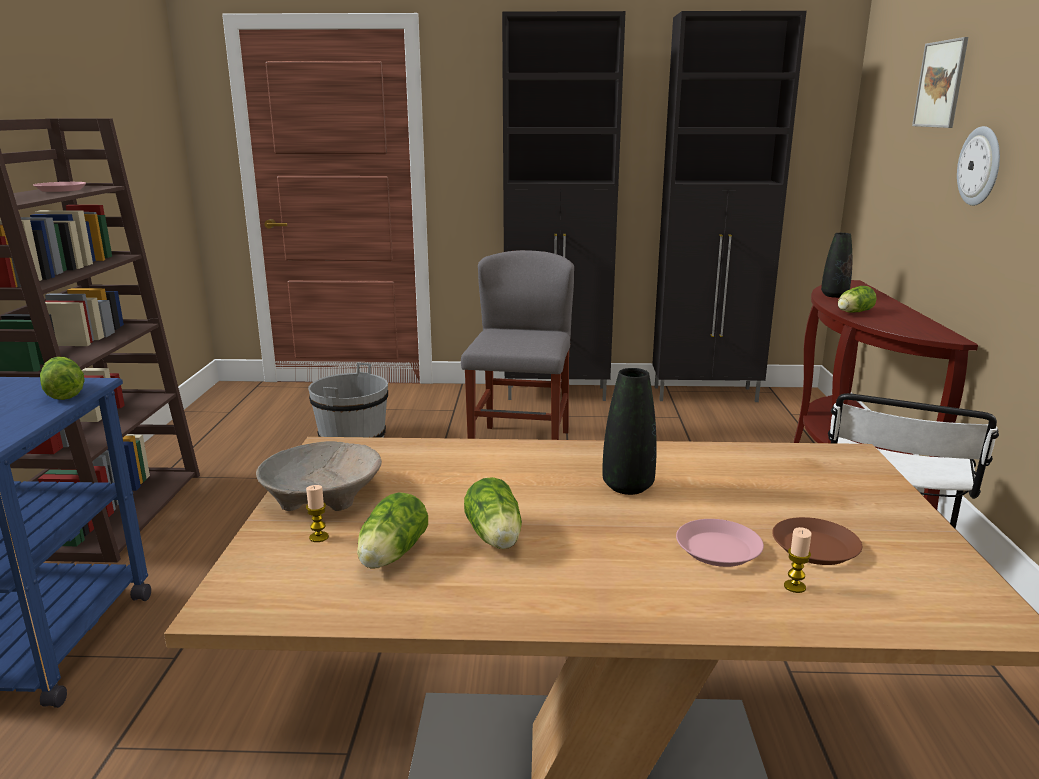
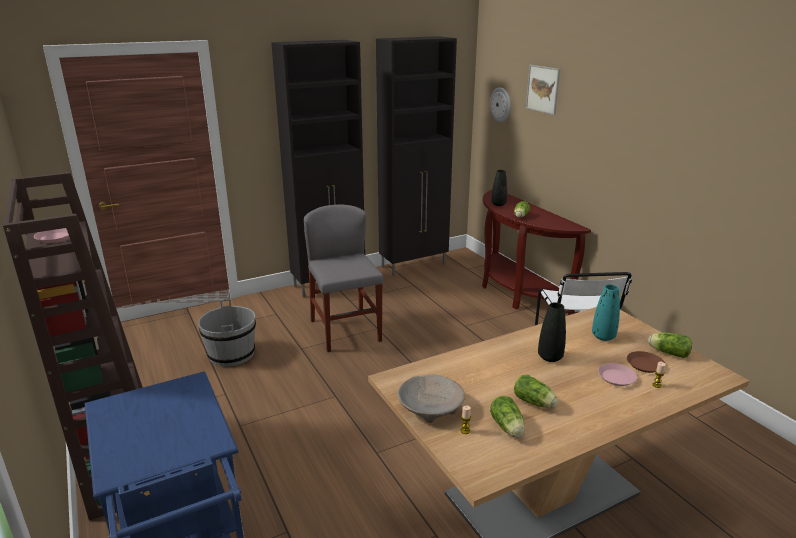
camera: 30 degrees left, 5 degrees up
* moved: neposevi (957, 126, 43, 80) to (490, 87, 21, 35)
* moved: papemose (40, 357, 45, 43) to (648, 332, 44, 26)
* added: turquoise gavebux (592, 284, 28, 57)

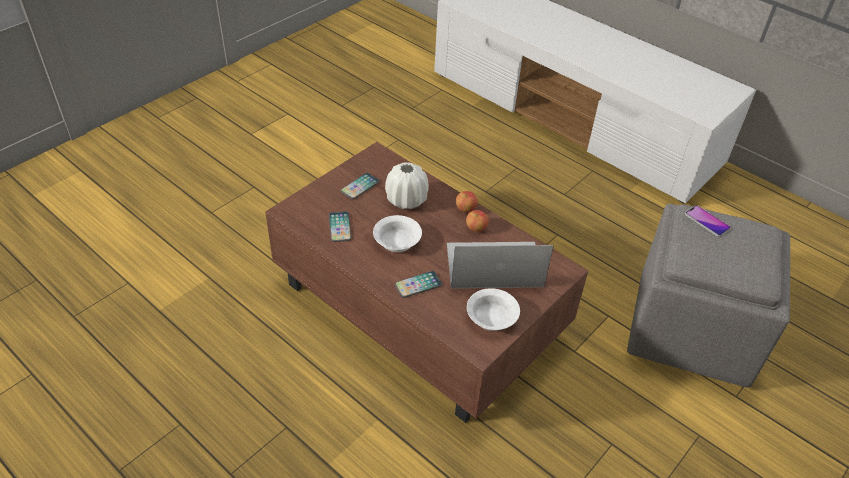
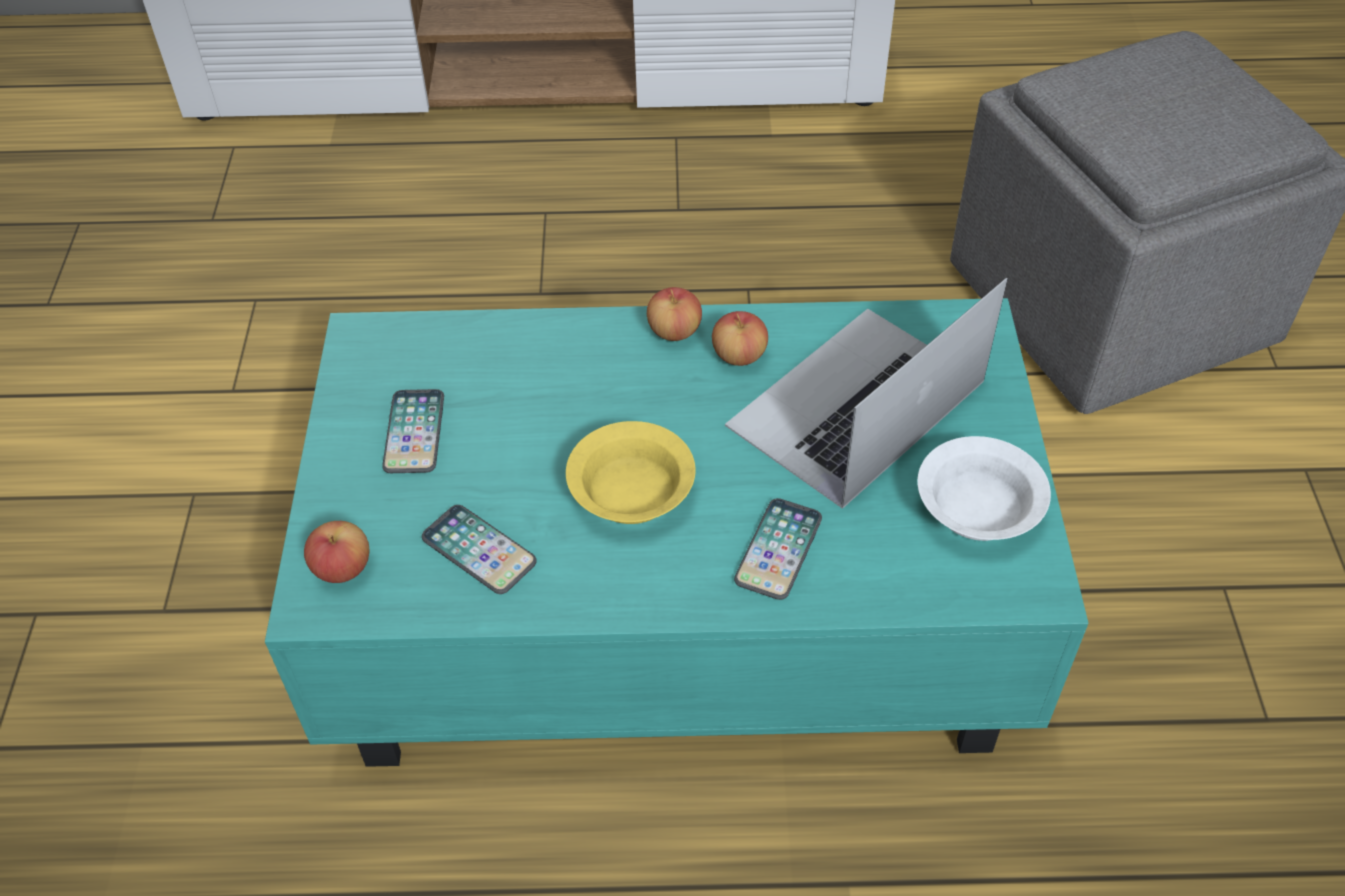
camera: 40 degrees left, 5 degrees up
* recoloured: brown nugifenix (265, 142, 324, 281) to turquoise nugifenix (265, 298, 824, 469)
* removed: white gavebux (385, 163, 44, 46)
* removed: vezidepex (685, 205, 46, 32)
* recoloured: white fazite (373, 215, 49, 37) to yellow fazite (566, 421, 129, 103)
* added: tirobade (304, 521, 65, 62)

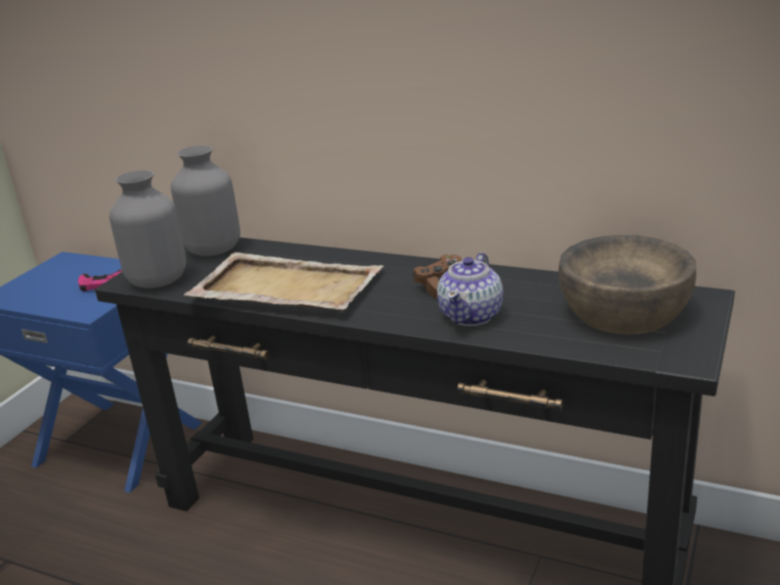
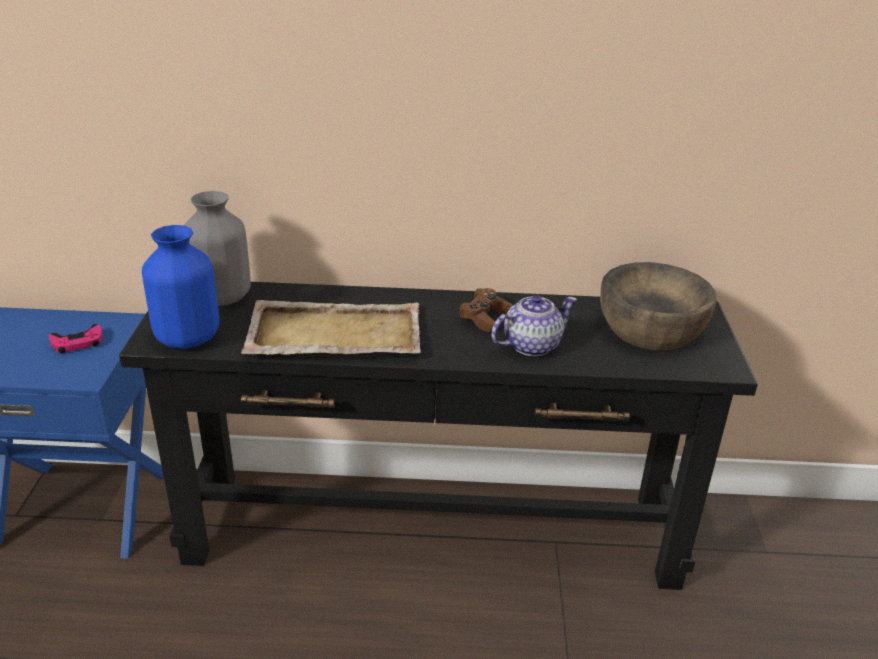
camera: 25 degrees left, 5 degrees up
* recoloured: grey gavebux (109, 170, 77, 118) to blue gavebux (142, 225, 78, 124)
* turned: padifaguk (437, 252, 66, 74) = (491, 295, 86, 61) 120 degrees counterclockwise

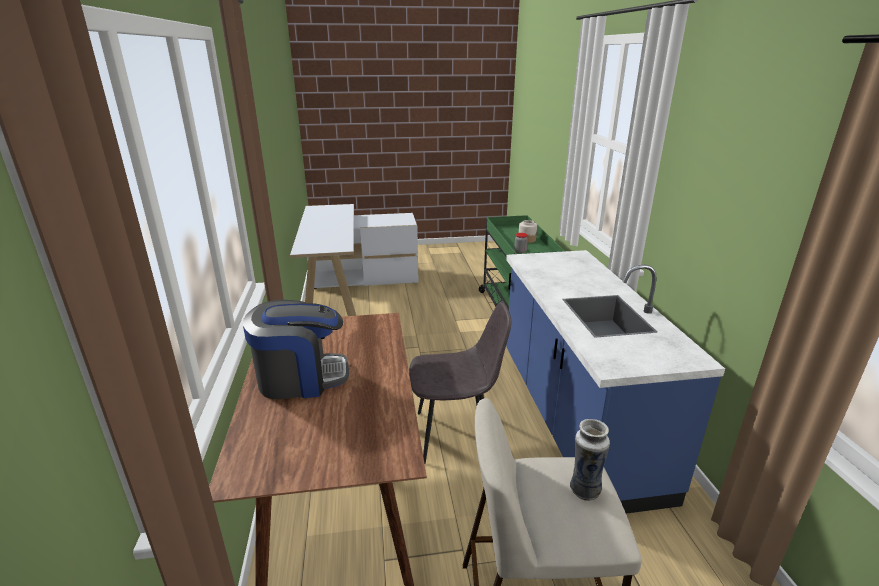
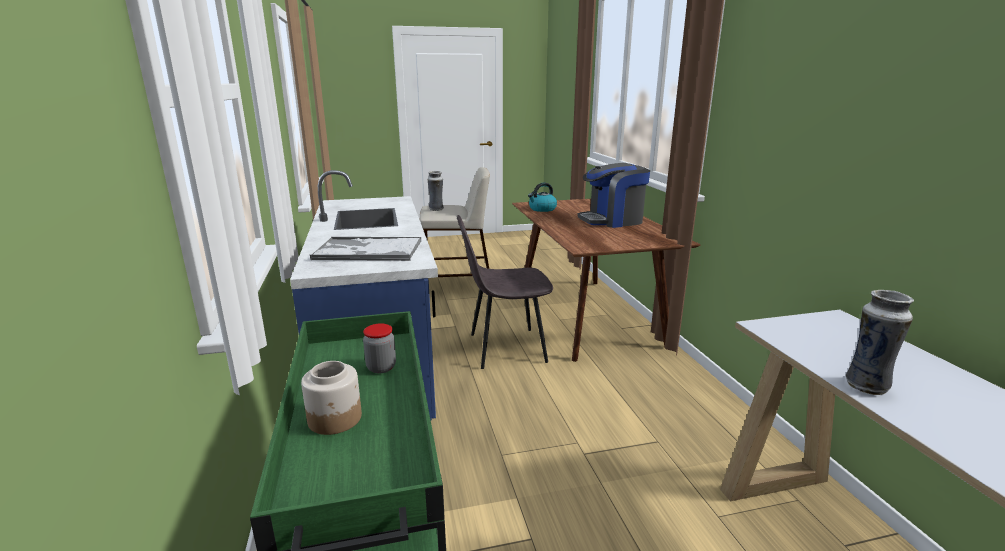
camera: 175 degrees right, 5 degrees down
* added: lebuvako (528, 183, 29, 29)
* added: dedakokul (310, 237, 111, 24)
* added: gavebux (846, 290, 68, 105)

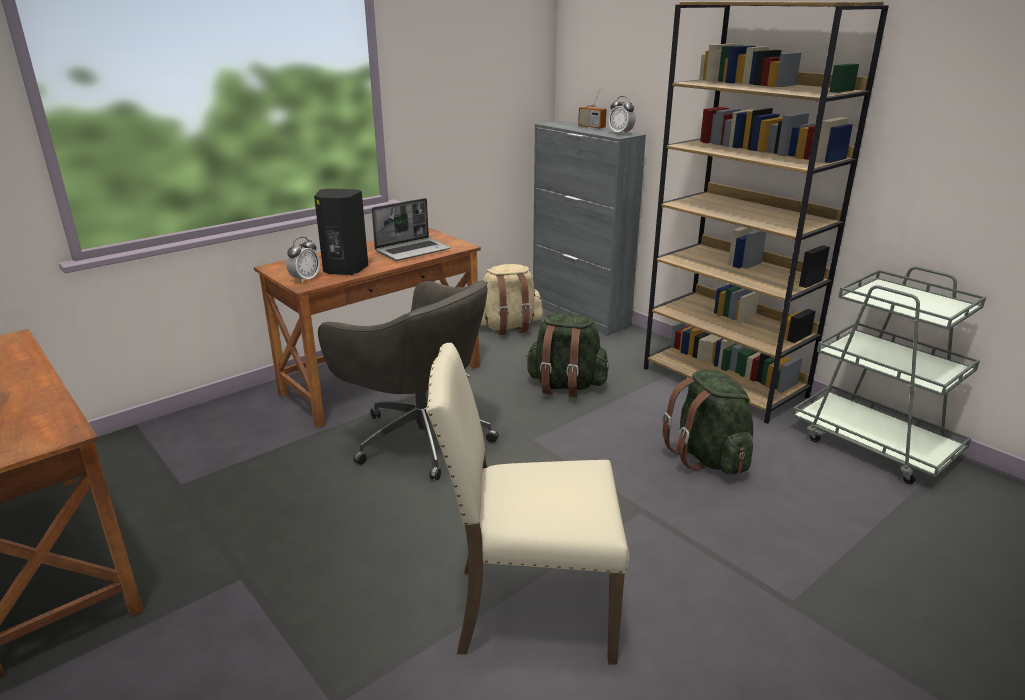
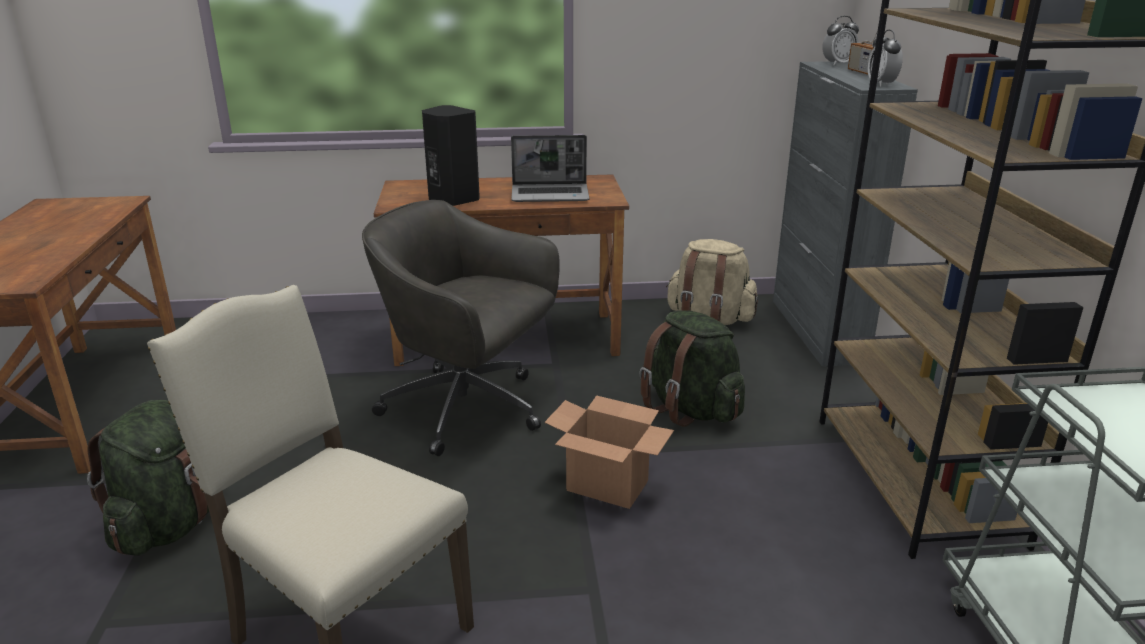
camera: 35 degrees right, 0 degrees up
* moved: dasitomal (286, 237, 34, 47) to (822, 16, 37, 50)
* turned: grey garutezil (318, 280, 181, 200) = (362, 200, 198, 256) 135 degrees clockwise
* moved: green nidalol (662, 369, 91, 106) to (87, 400, 122, 156)
* added: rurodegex (544, 395, 130, 114)

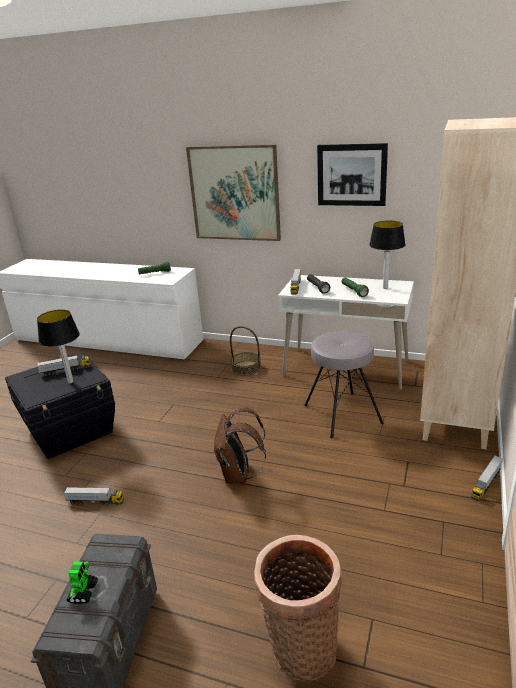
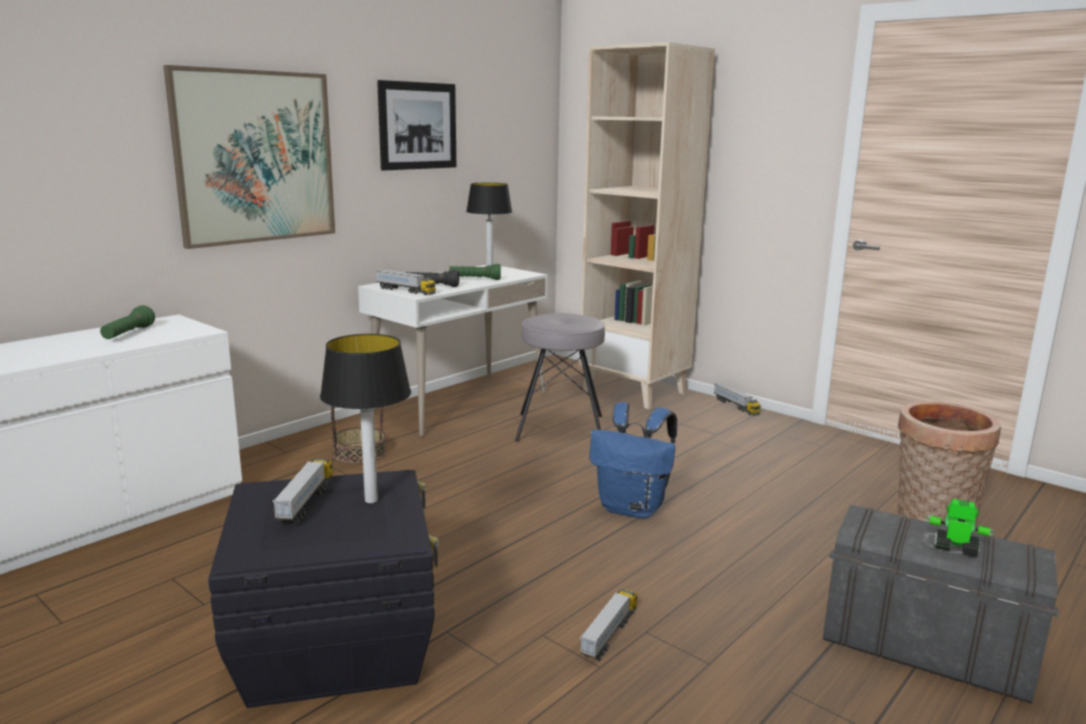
camera: 70 degrees left, 10 degrees down
* recoloured: brown nidalol (214, 407, 52, 77) to blue nidalol (589, 402, 88, 116)

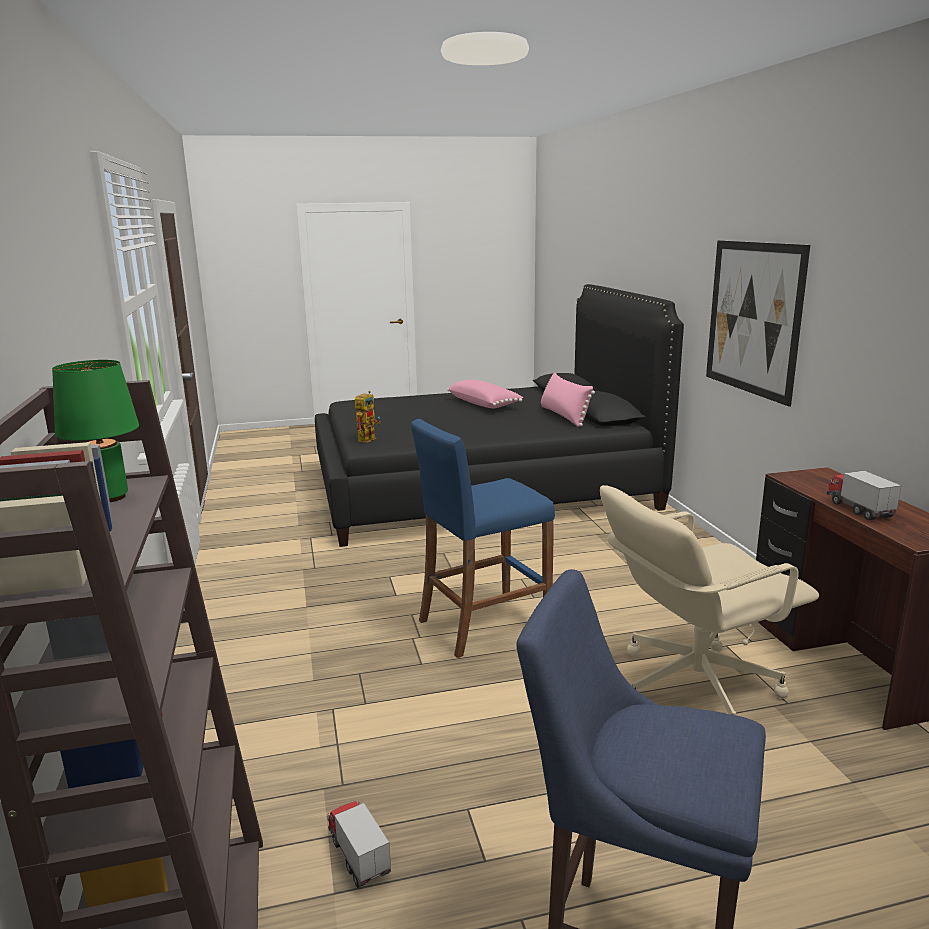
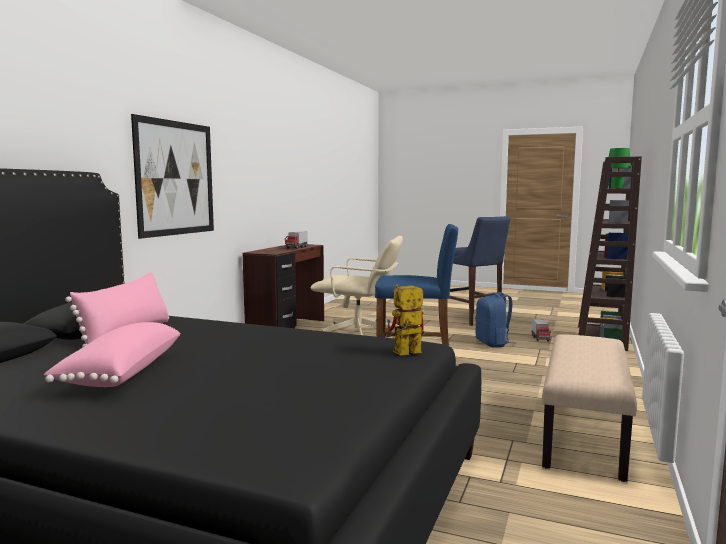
camera: 145 degrees left, 10 degrees down
* added: blue nidalol (476, 292, 36, 55)
* added: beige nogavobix (542, 335, 95, 147)

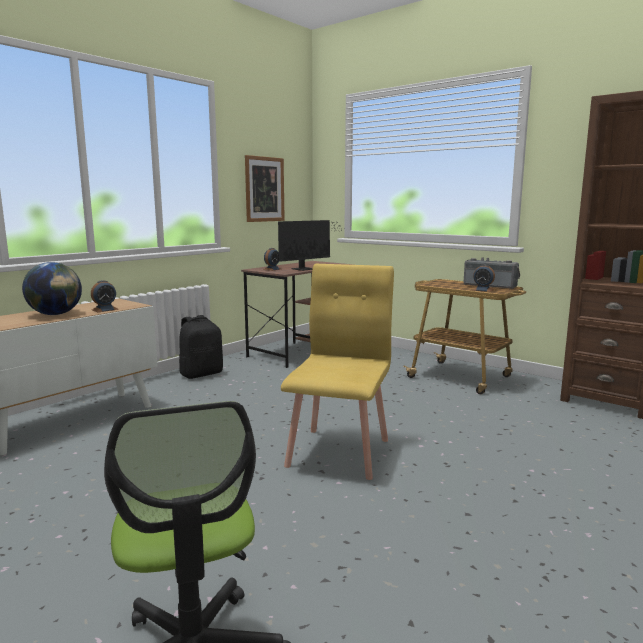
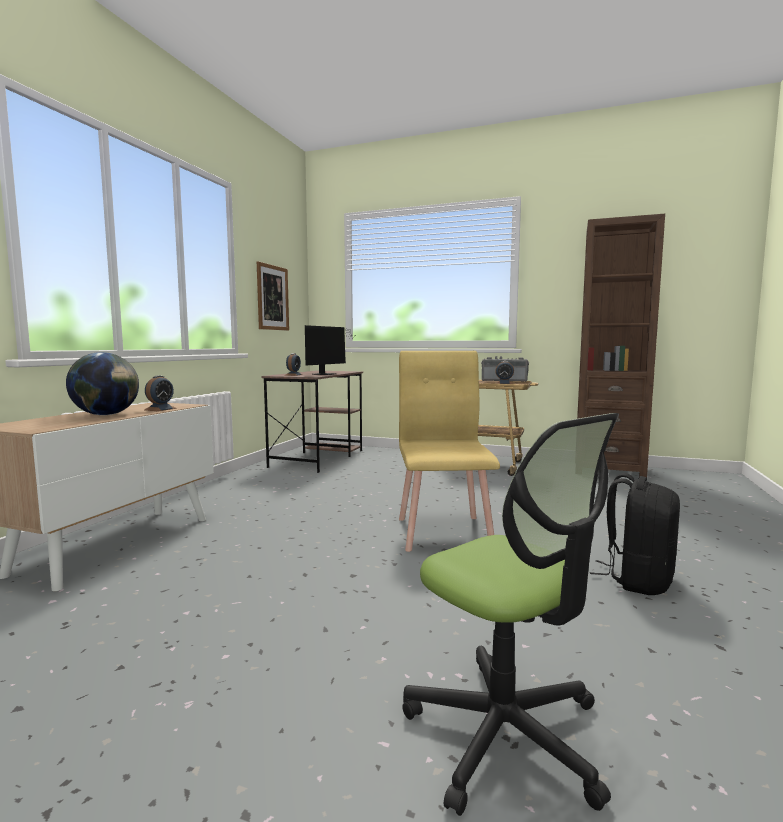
camera: 20 degrees left, 5 degrees down
* moved: black nidalol (179, 315, 44, 64) to (590, 473, 90, 122)

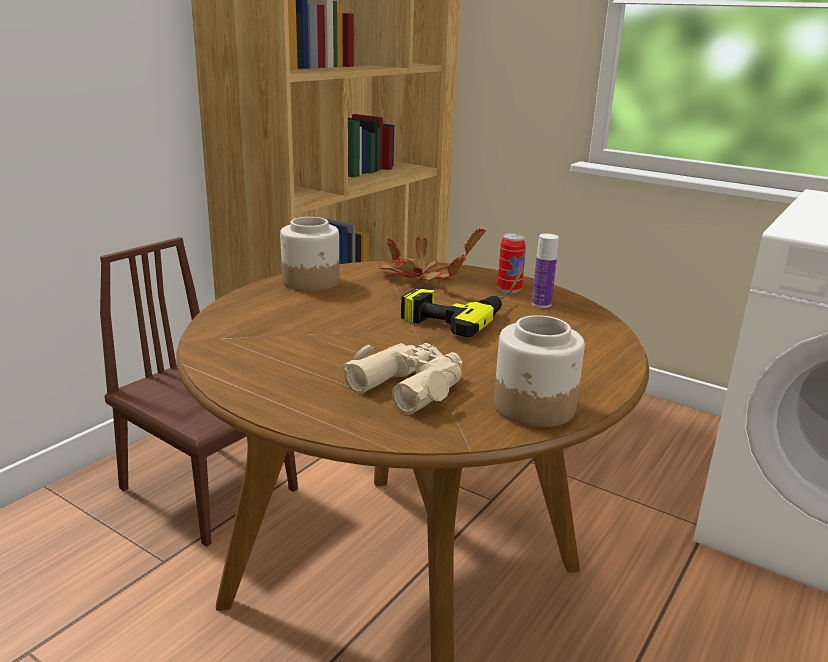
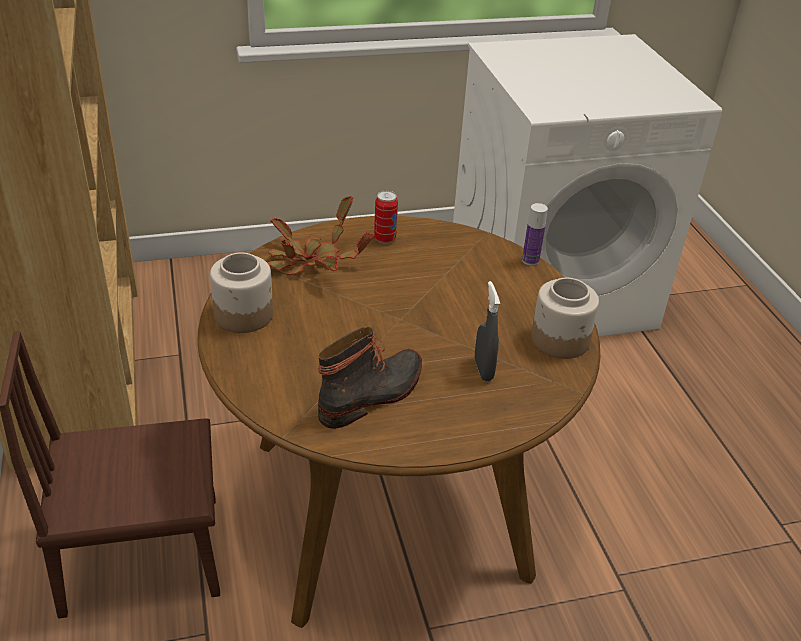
camera: 50 degrees left, 15 degrees up
* moved: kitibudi (532, 234, 27, 74) to (522, 203, 26, 63)
* removed: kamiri (401, 286, 112, 52)
* replaced: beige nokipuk (342, 343, 121, 72) to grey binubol (475, 281, 25, 100)
* added: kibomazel (318, 327, 104, 102)

